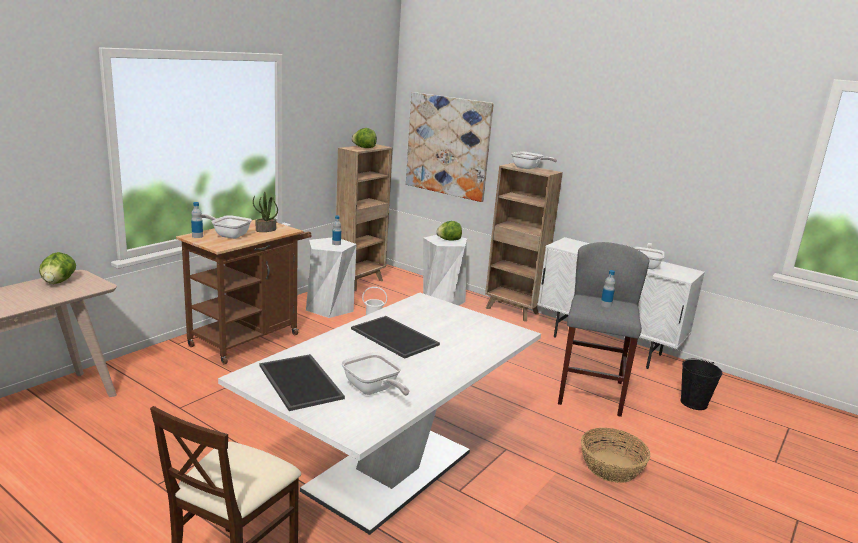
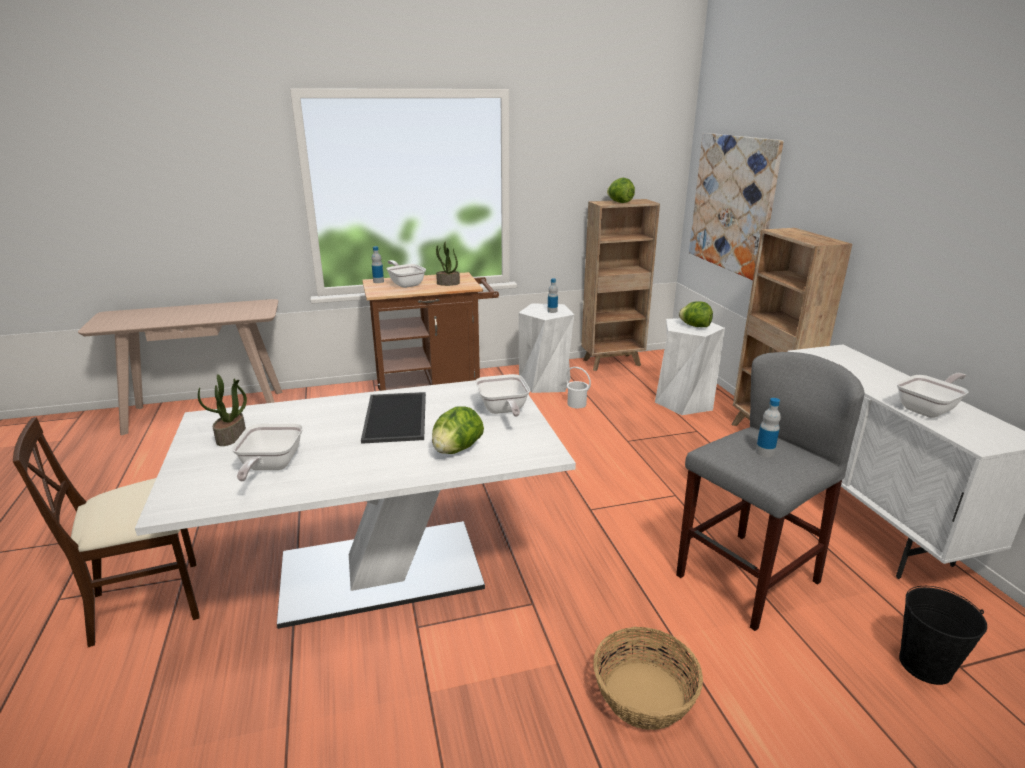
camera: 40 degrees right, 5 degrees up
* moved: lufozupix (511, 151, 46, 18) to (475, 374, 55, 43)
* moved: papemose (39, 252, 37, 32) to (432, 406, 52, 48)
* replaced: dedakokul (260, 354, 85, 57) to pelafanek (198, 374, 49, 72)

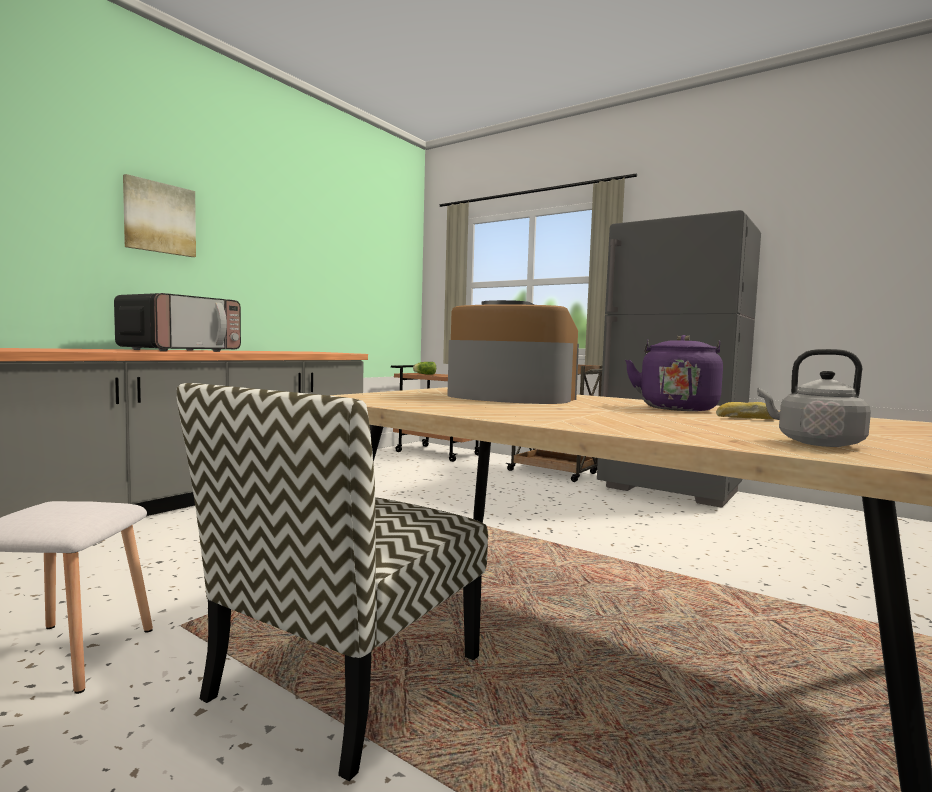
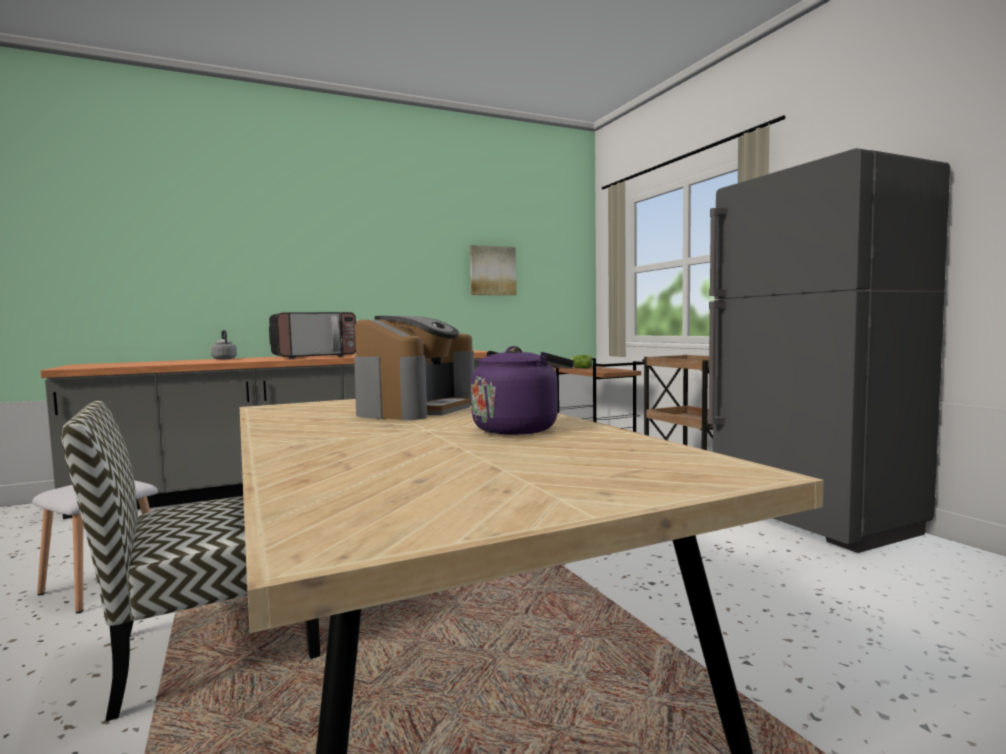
camera: 30 degrees right, 0 degrees up
* moved: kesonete (123, 174, 73, 83) to (470, 245, 46, 50)
* turned: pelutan (447, 300, 132, 104) = (354, 316, 120, 104) 60 degrees clockwise
* moved: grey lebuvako (757, 349, 114, 98) to (211, 330, 26, 30)
* removed: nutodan (716, 402, 58, 17)

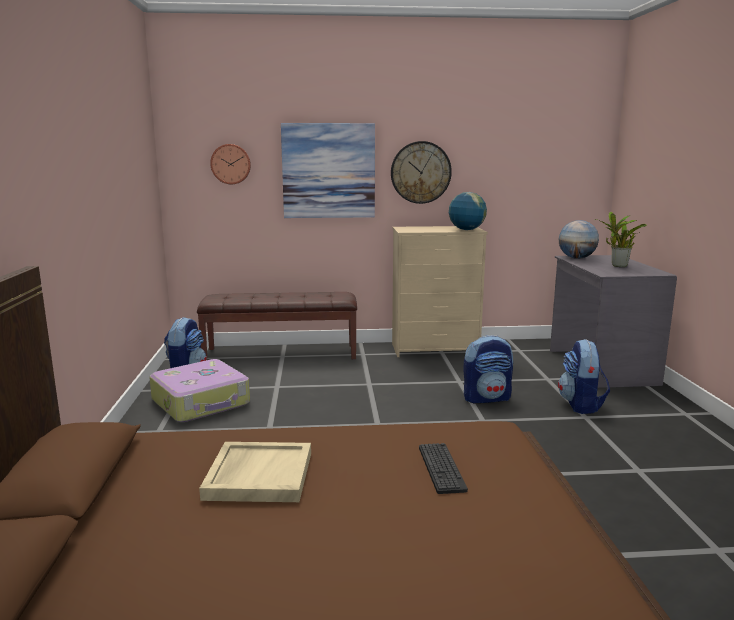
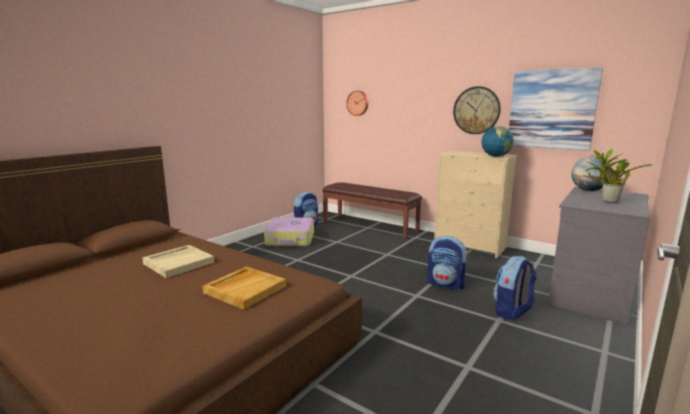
camera: 40 degrees right, 0 degrees up
* moved: kesonete (281, 123, 94, 95) to (509, 67, 94, 84)
* replaced: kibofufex (419, 443, 49, 51) to beige dedakokul (202, 266, 84, 44)

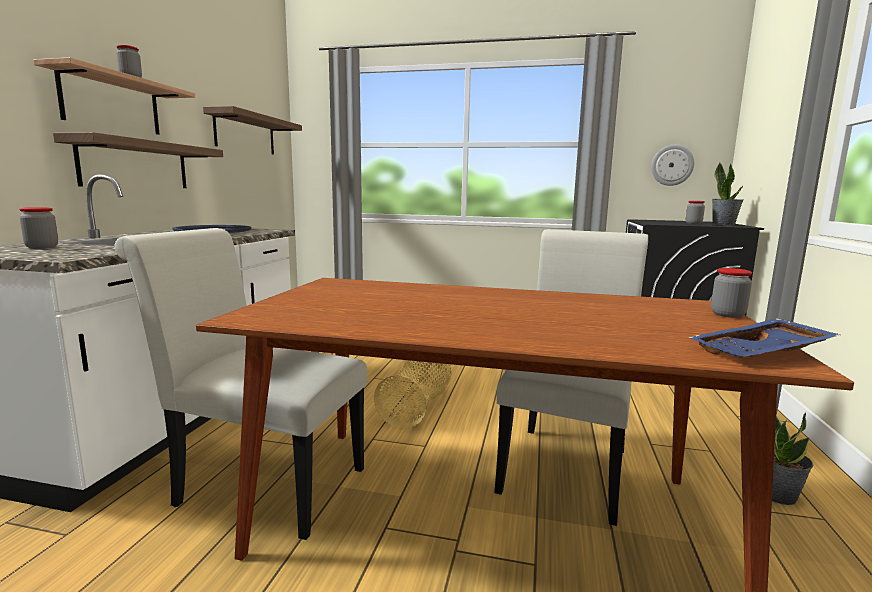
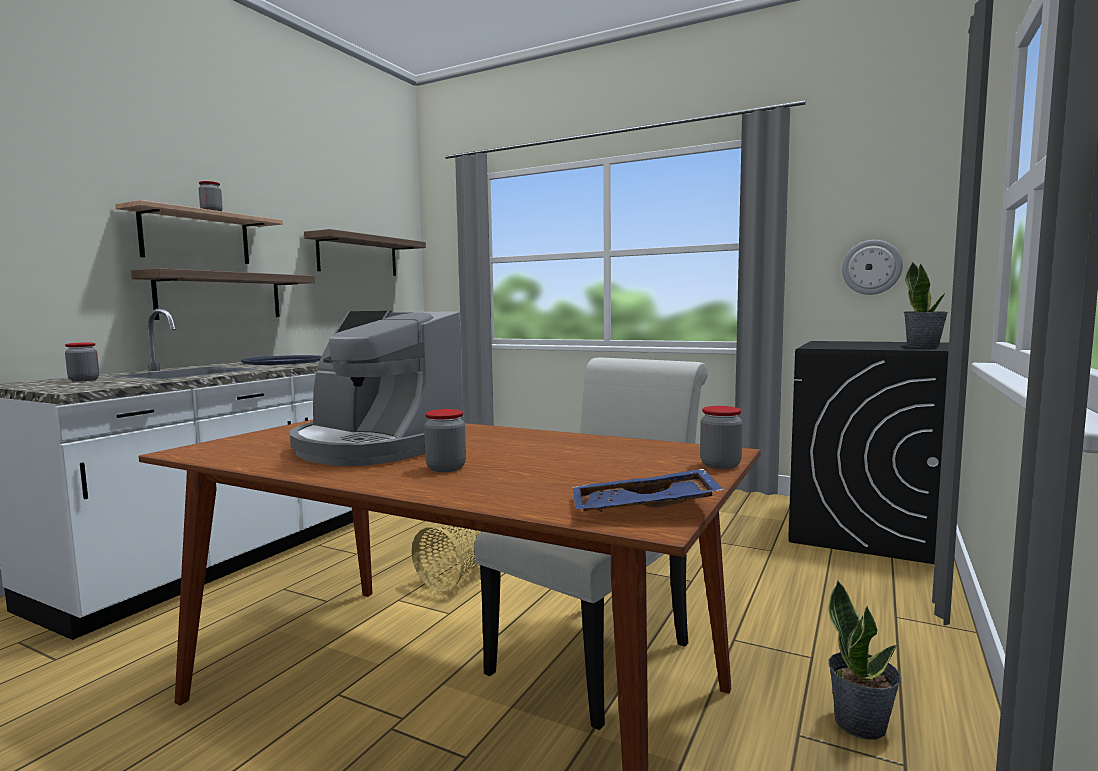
camera: 15 degrees right, 5 degrees down
* moved: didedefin (686, 201, 19, 23) to (424, 409, 42, 63)
* removed: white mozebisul (114, 228, 254, 312)
* added: pelutan (290, 311, 173, 155)

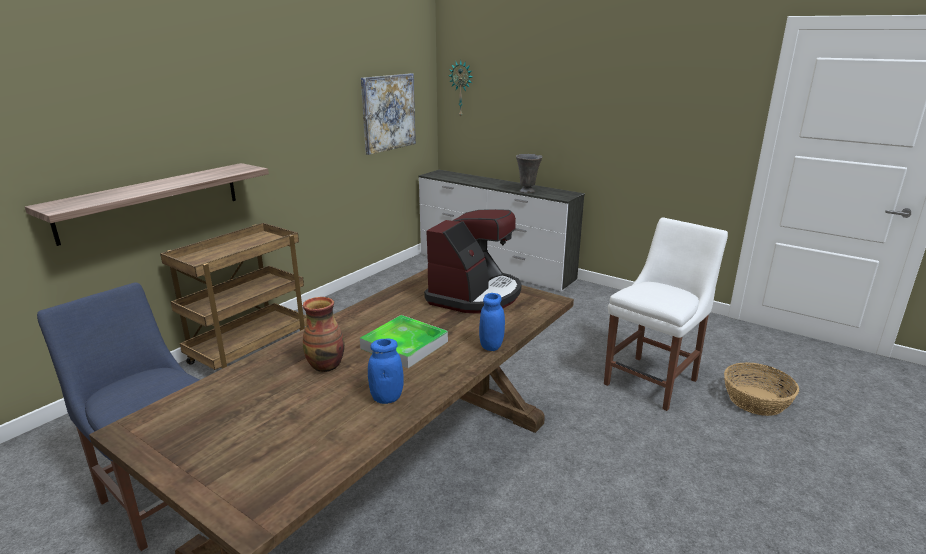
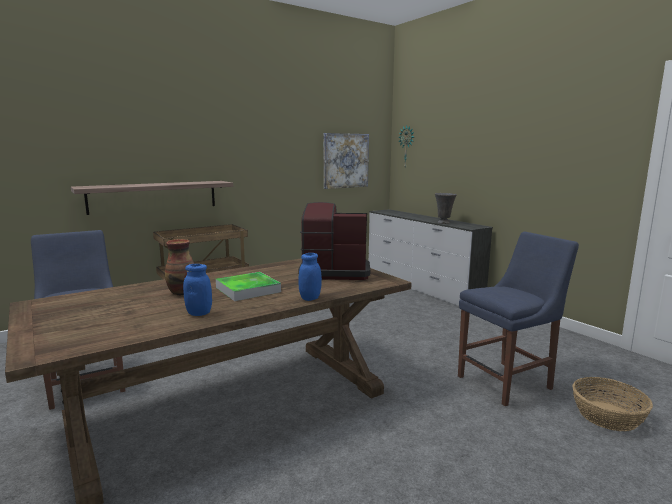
camera: 20 degrees right, 10 degrees down
* turned: pelutan (424, 209, 98, 105) = (298, 202, 72, 78) 135 degrees counterclockwise
* recoloured: white mozebisul (604, 217, 124, 194) to blue mozebisul (458, 232, 121, 174)

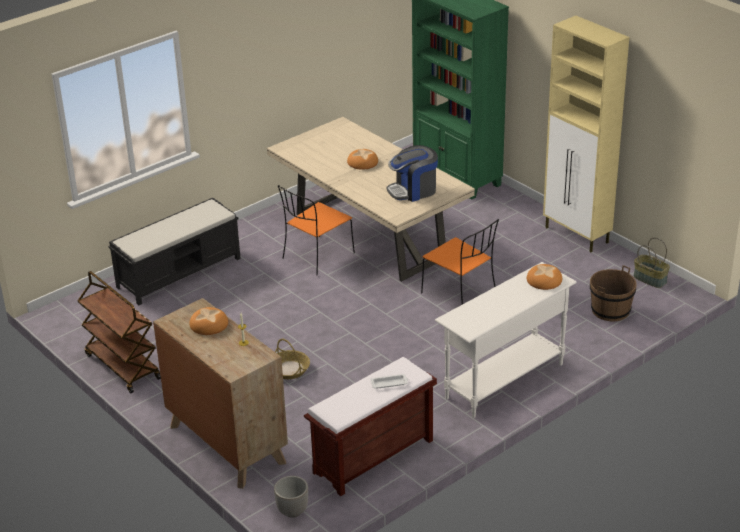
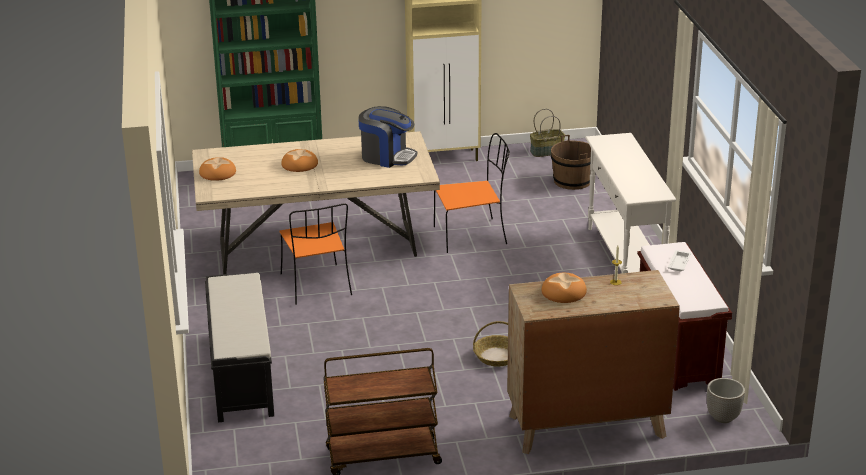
camera: 60 degrees left, 5 degrees down
* turned: pelutan (387, 145, 51, 57) = (358, 106, 59, 62) 75 degrees counterclockwise
* moved: nutodan (527, 264, 35, 26) to (199, 157, 37, 24)

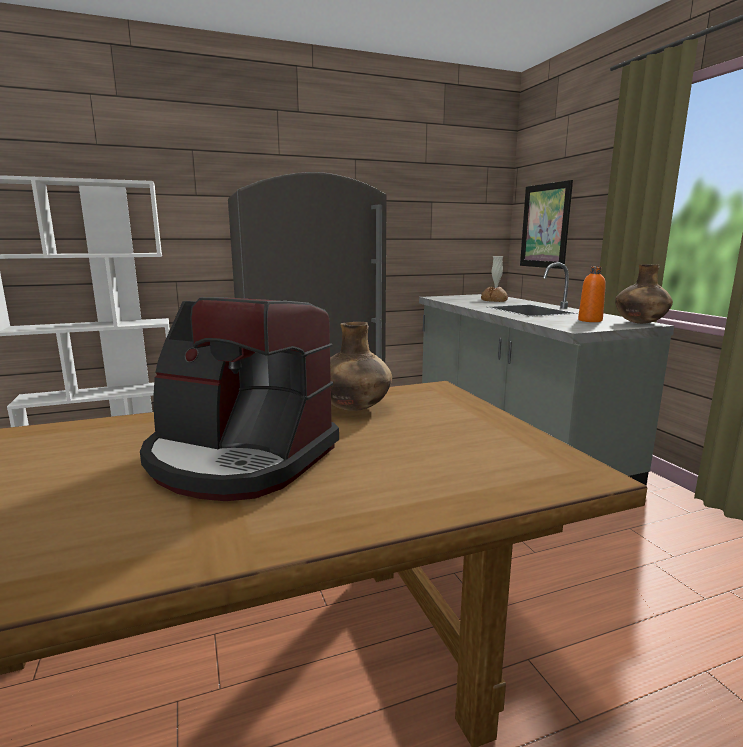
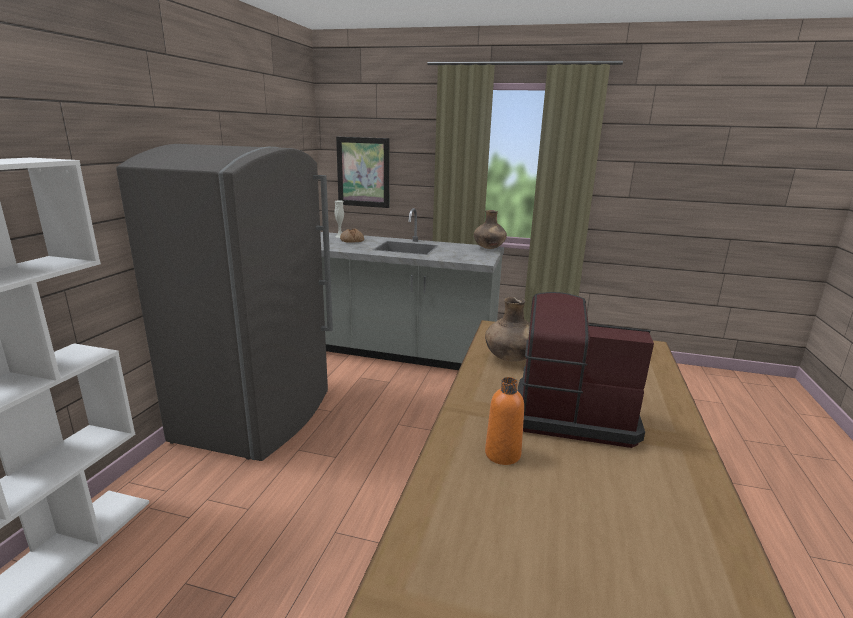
camera: 55 degrees left, 5 degrees up
* moved: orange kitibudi (578, 267, 28, 55) to (485, 377, 39, 88)
* turned: pelutan (140, 297, 199, 204) = (518, 292, 136, 156) 135 degrees counterclockwise

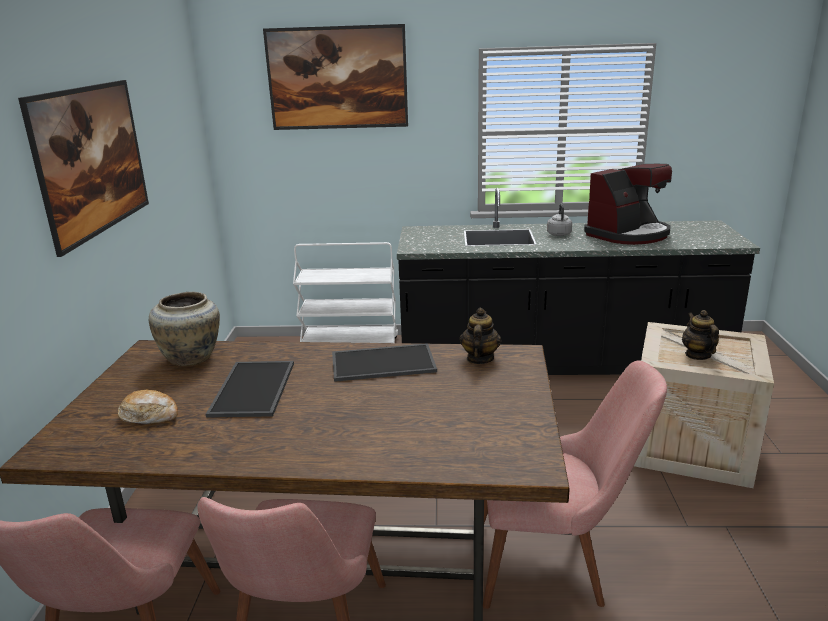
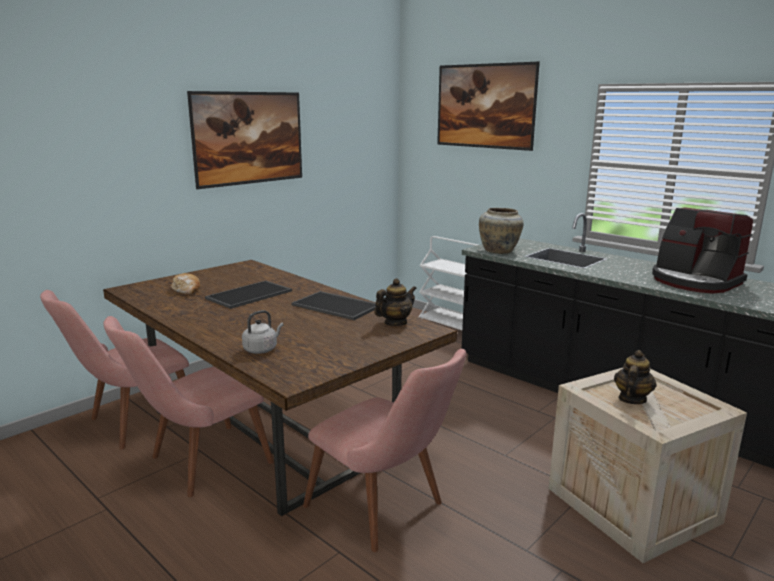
camera: 40 degrees right, 5 degrees down
* turned: pelutan (584, 164, 88, 81) = (652, 207, 101, 87) 45 degrees clockwise
* moved: grey lebuvako (547, 204, 25, 32) to (242, 310, 41, 44)
* moved: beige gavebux (149, 292, 71, 74) to (479, 208, 45, 46)

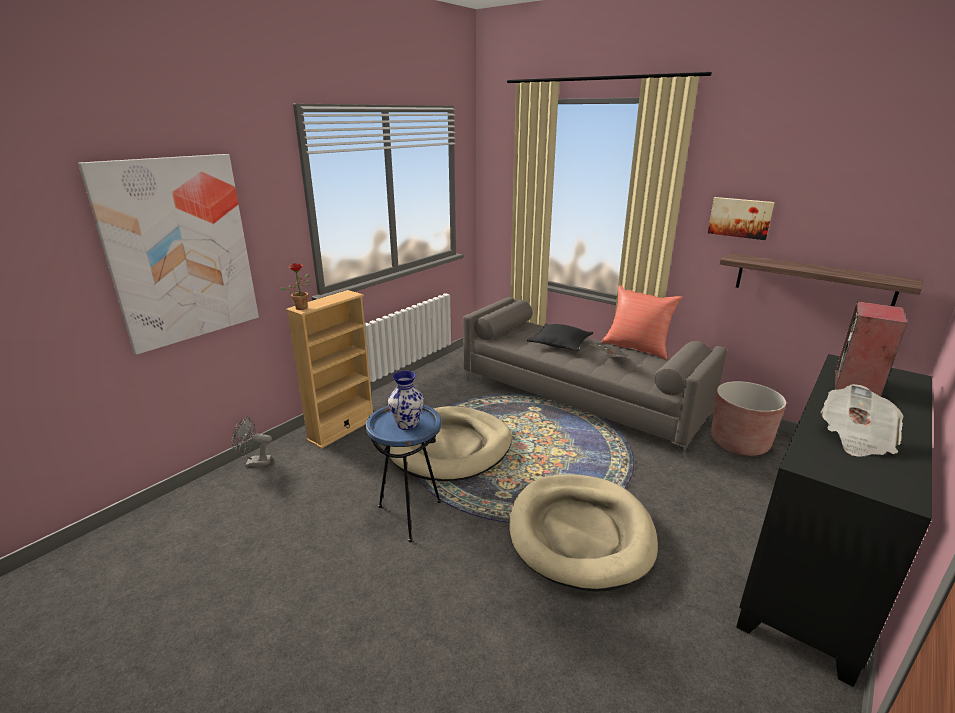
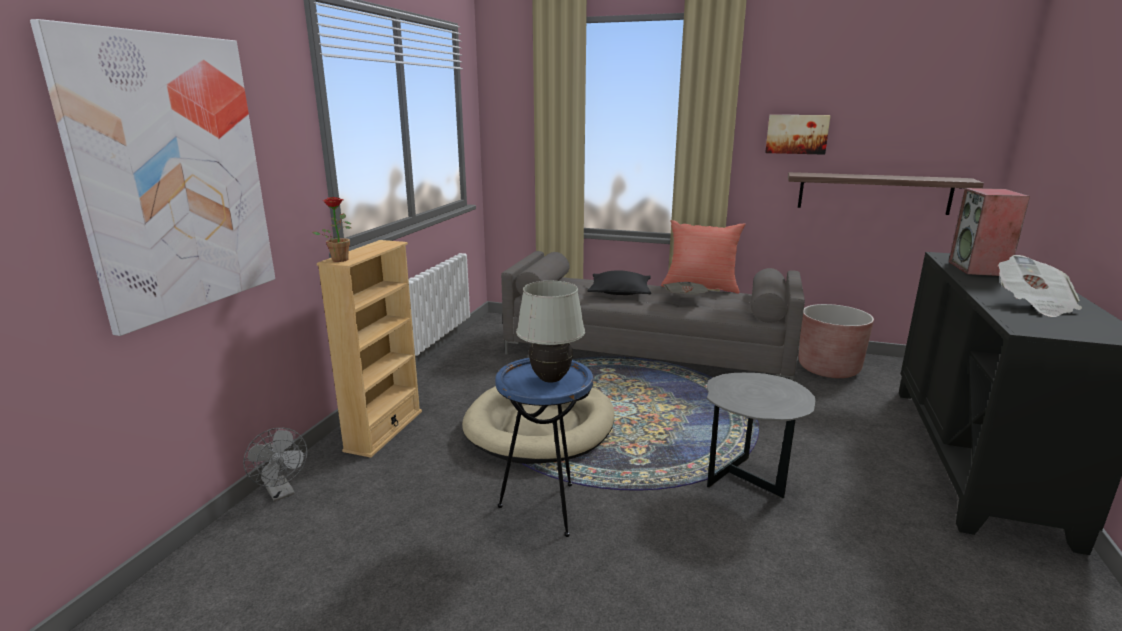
camera: 20 degrees left, 5 degrees down
* replaced: gavebux (388, 371, 36, 59) to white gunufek (516, 281, 69, 102)
* turned: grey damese (232, 416, 40, 51) = (243, 428, 64, 73) 105 degrees counterclockwise
* replaced: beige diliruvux (509, 474, 149, 118) to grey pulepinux (707, 373, 109, 126)

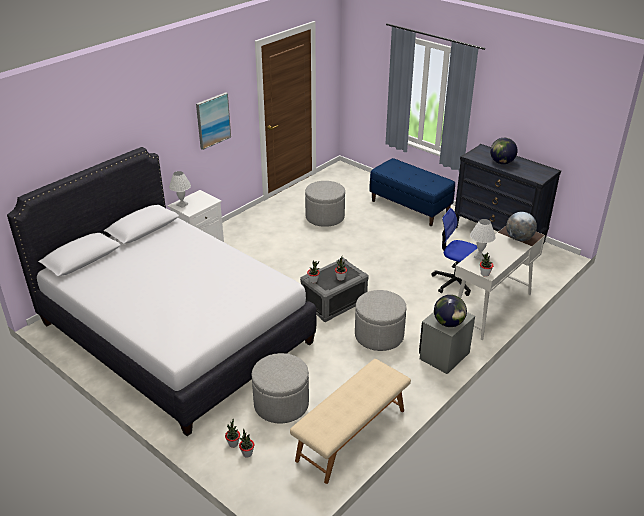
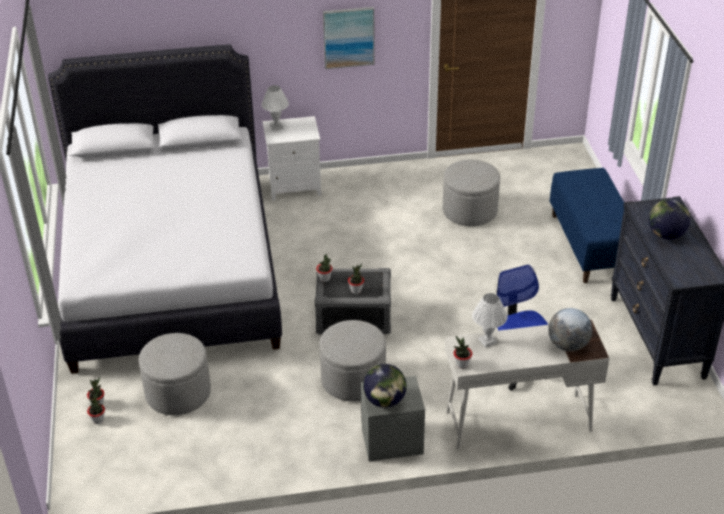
camera: 40 degrees right, 5 degrees up
* removed: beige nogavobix (290, 359, 121, 125)

